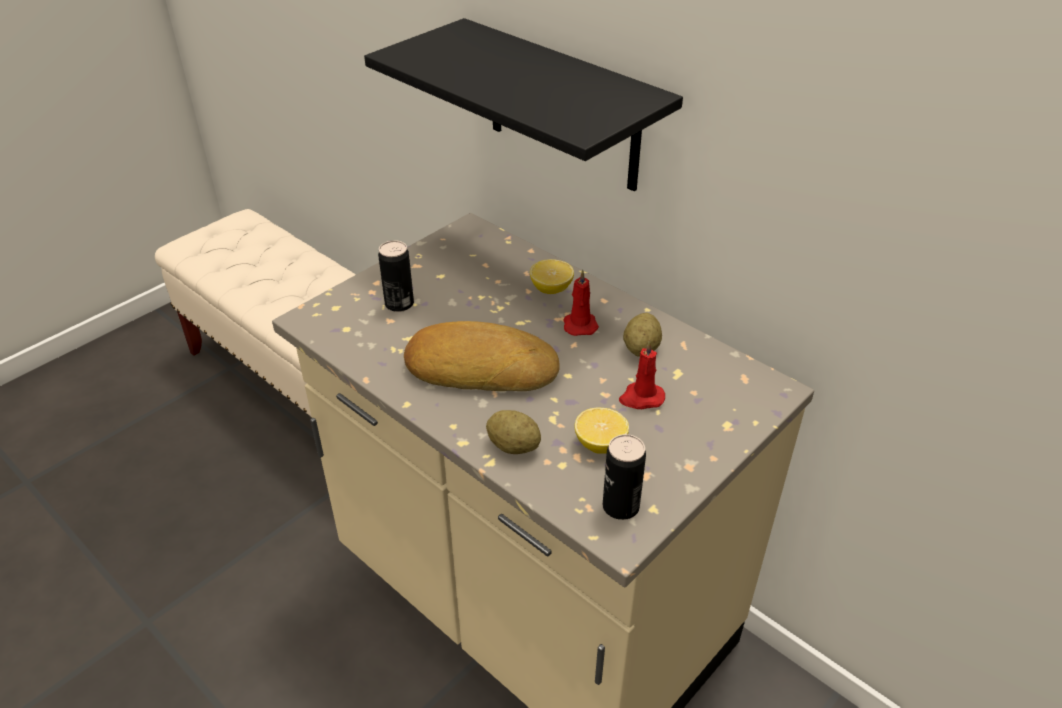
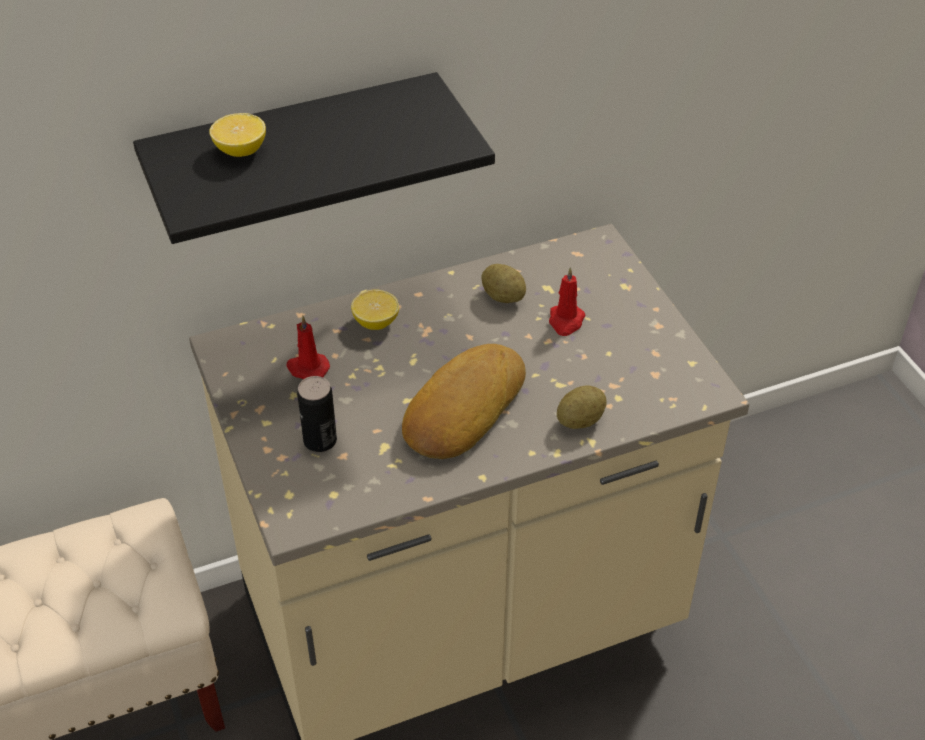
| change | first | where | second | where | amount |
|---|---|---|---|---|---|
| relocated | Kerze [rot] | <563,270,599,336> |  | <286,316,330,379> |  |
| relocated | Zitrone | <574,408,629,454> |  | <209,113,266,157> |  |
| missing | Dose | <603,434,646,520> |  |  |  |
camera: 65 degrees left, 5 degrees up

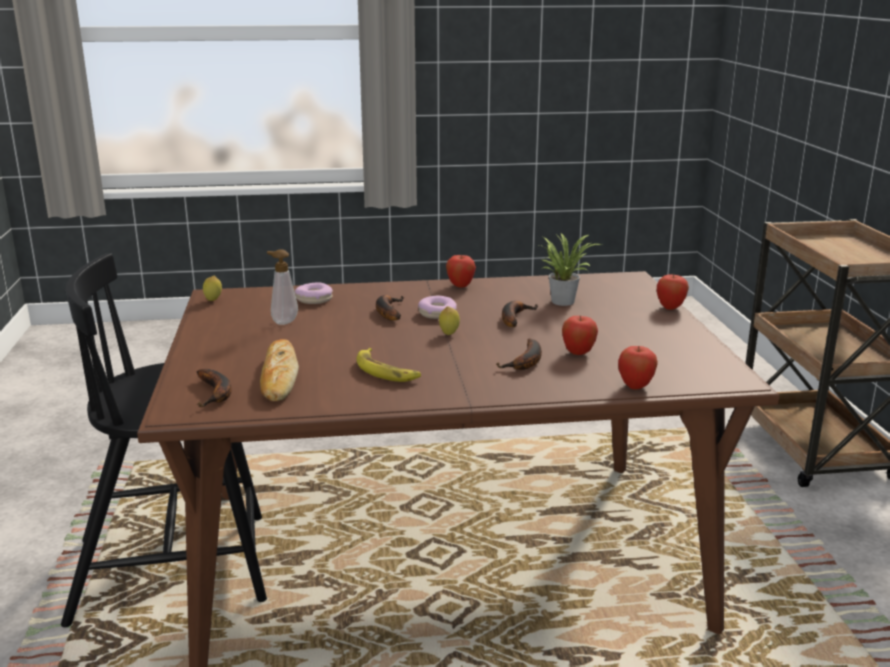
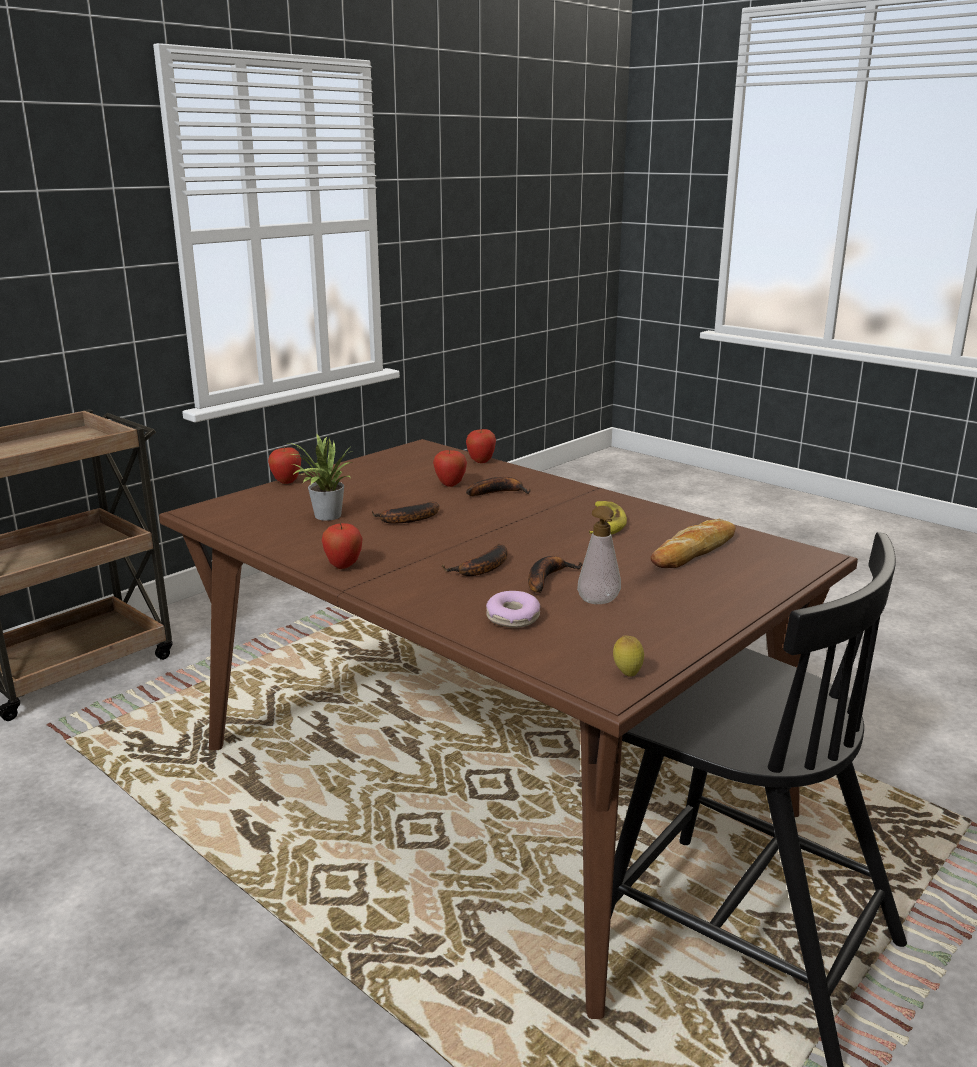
| change | first | where | second | where | amount |
|---|---|---|---|---|---|
| relocated | Banane | <196,369,232,407> |  | <528,556,583,593> |  |
| missing | Donut | <418,296,457,319> |  |  |  |
| missing | Zitrone | <439,306,460,335> |  |  |  |
camera: 130 degrees left, 0 degrees up

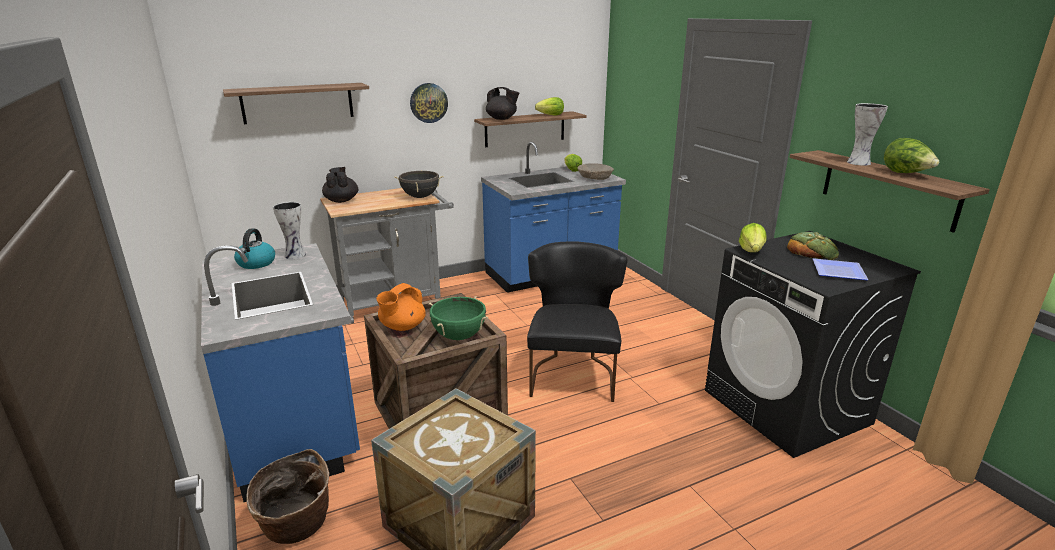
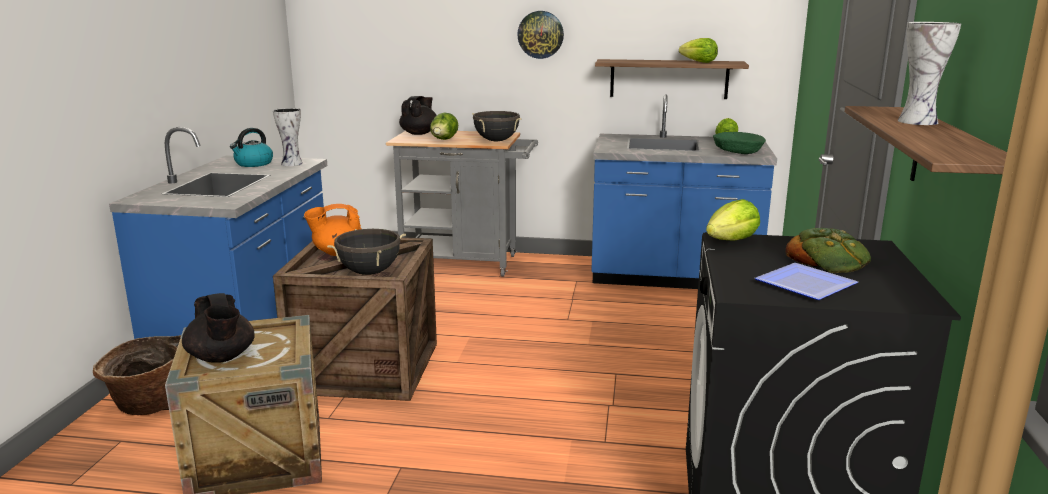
| change | first | where | second | where | amount |
|---|---|---|---|---|---|
| missing | Wandregal | <223,83,369,124> |  |  |  |
| colour | Kochtopf [grün] | <429,297,489,340> | Kochtopf [schwarz] | <327,229,406,275> |  |
| relocated | Teekanne [schwarz] | <486,87,519,120> |  | <182,293,255,363> |  |
| missing | Stuhl [schwarz] | <527,241,628,402> |  |  |  |
| colour | Schüssel [beige] | <578,163,614,180> | Schüssel [grün] | <713,132,766,154> |  |
| relocated | Salatkopf | <884,138,939,173> |  | <430,112,458,140> |  |
camera: 35 degrees right, 5 degrees down

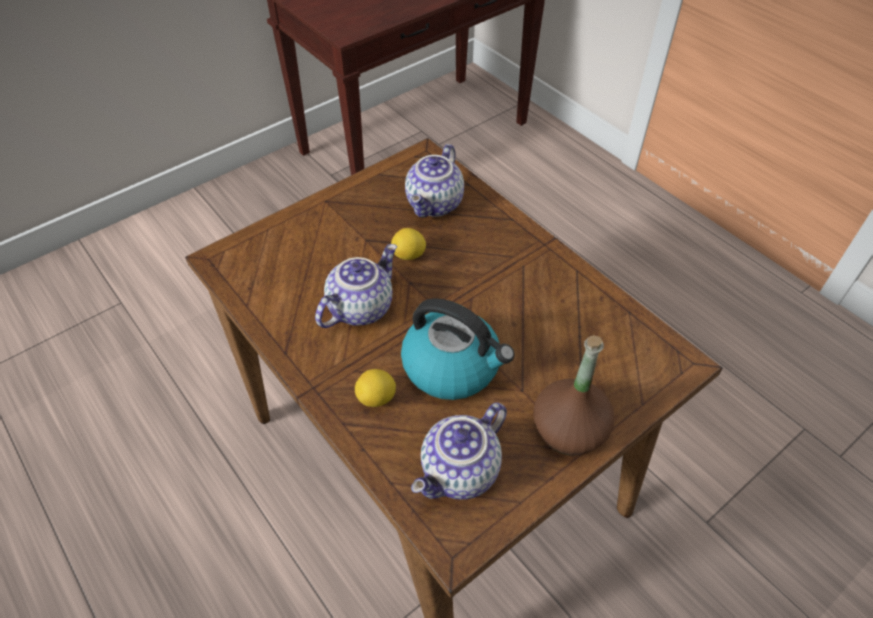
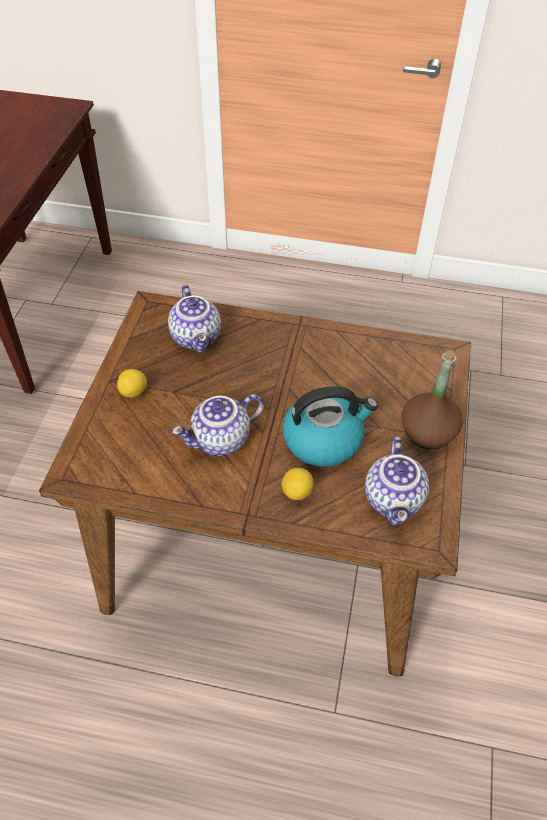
| change | first | where | second | where | amount |
|---|---|---|---|---|---|
| spun | Teekanne | <315,244,397,328> |  | <172,394,264,456> | 120 degrees counterclockwise |
| relocated | Zitrone | <391,228,426,260> |  | <117,369,147,398> |  |
camera: 40 degrees left, 0 degrees up

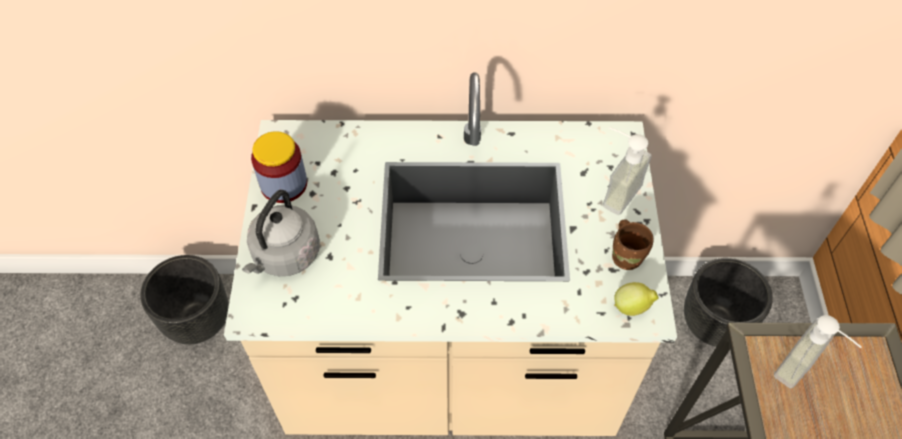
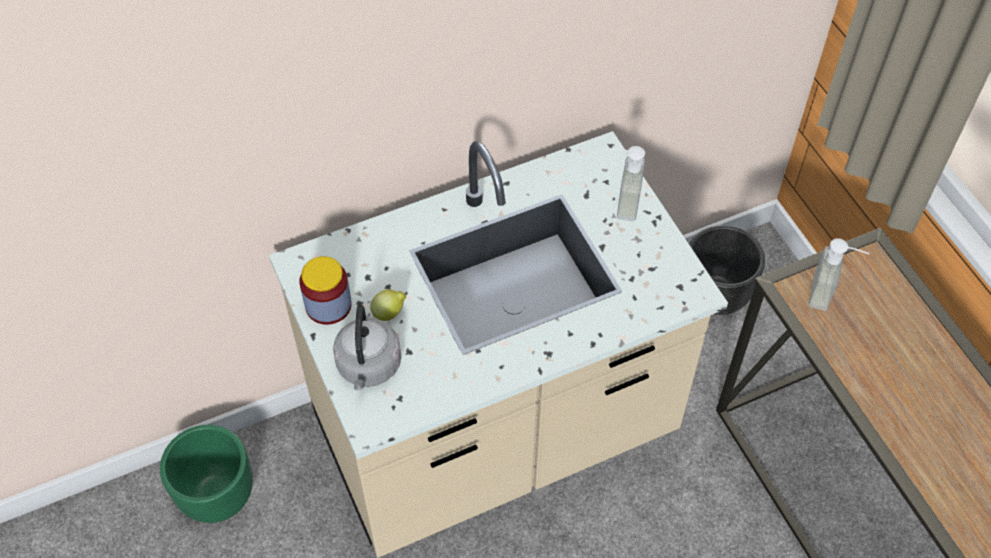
| change | first | where | second | where | amount |
|---|---|---|---|---|---|
| colour | Pflanzkübel [schwarz] | <140,255,228,345> | Pflanzkübel [grün] | <160,425,253,523> |  |
| missing | Henkelbecher [braun] | <612,219,653,270> |  |  |  |
| relocated | Zitrone | <614,282,659,316> |  | <370,289,406,321> |  |
camera: 25 degrees left, 0 degrees up

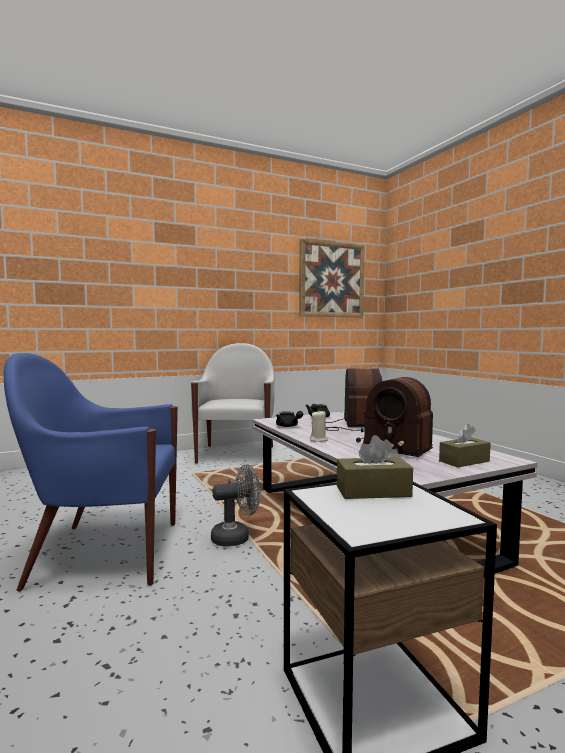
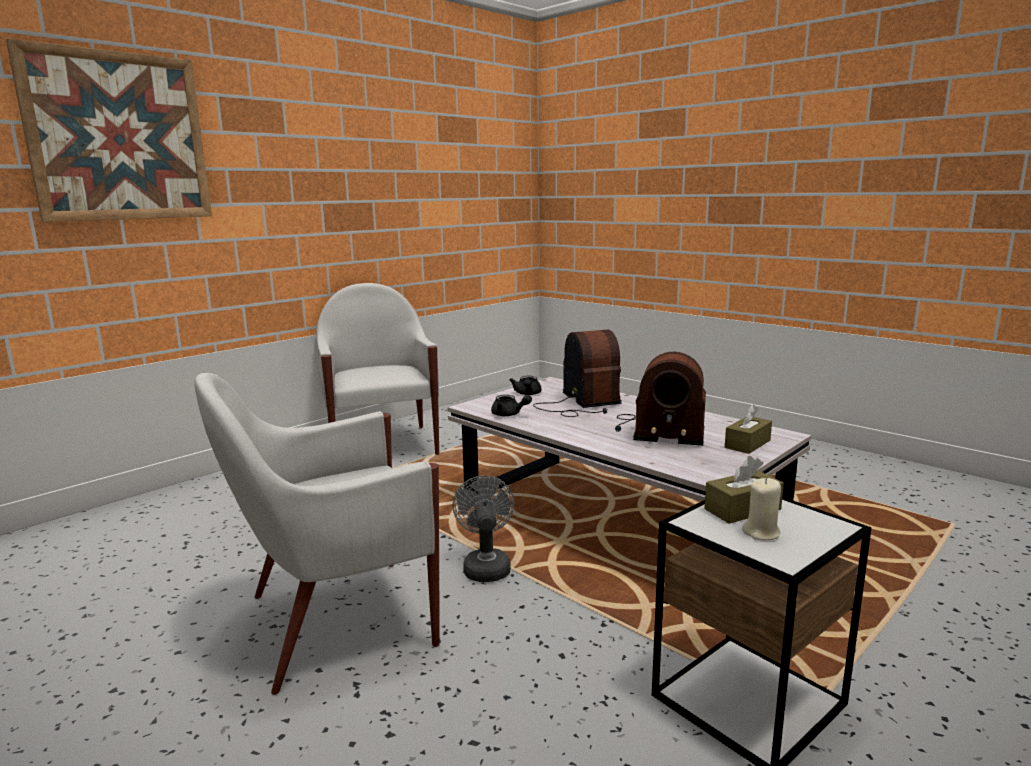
| change | first | where | second | where | amount |
|---|---|---|---|---|---|
| colour | Sessel [blau] | <4,353,178,592> | Sessel [weiß] | <194,373,440,695> |  |
| spun | Ventilator [grau] | <211,464,261,547> |  | <452,475,514,582> | 60 degrees counterclockwise |
| relocated | Bild | <299,239,364,317> |  | <6,38,212,222> |  |
| relocated | Kerze [beige] | <310,411,328,442> |  | <742,478,781,540> |  |
camera: 20 degrees left, 10 degrees up

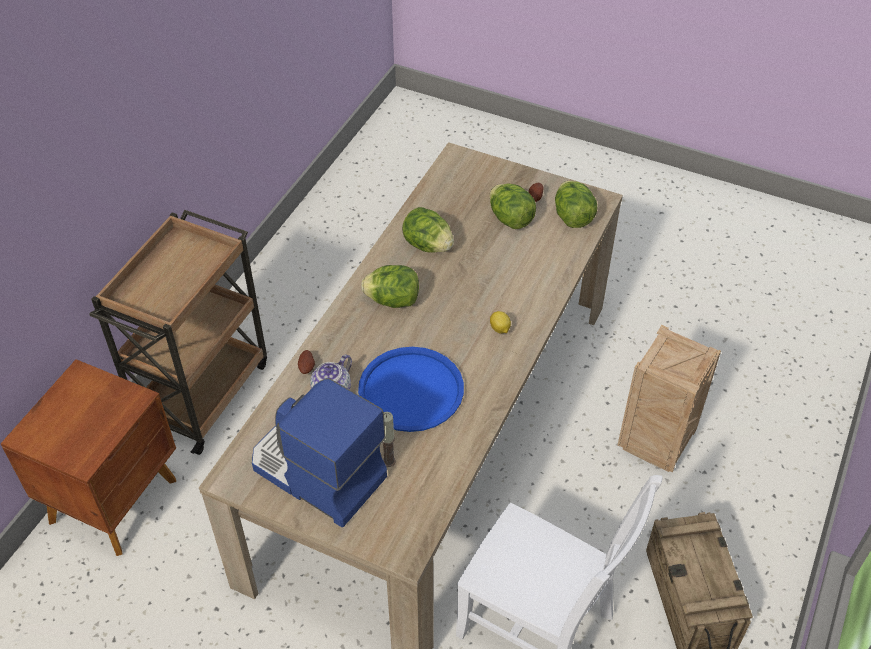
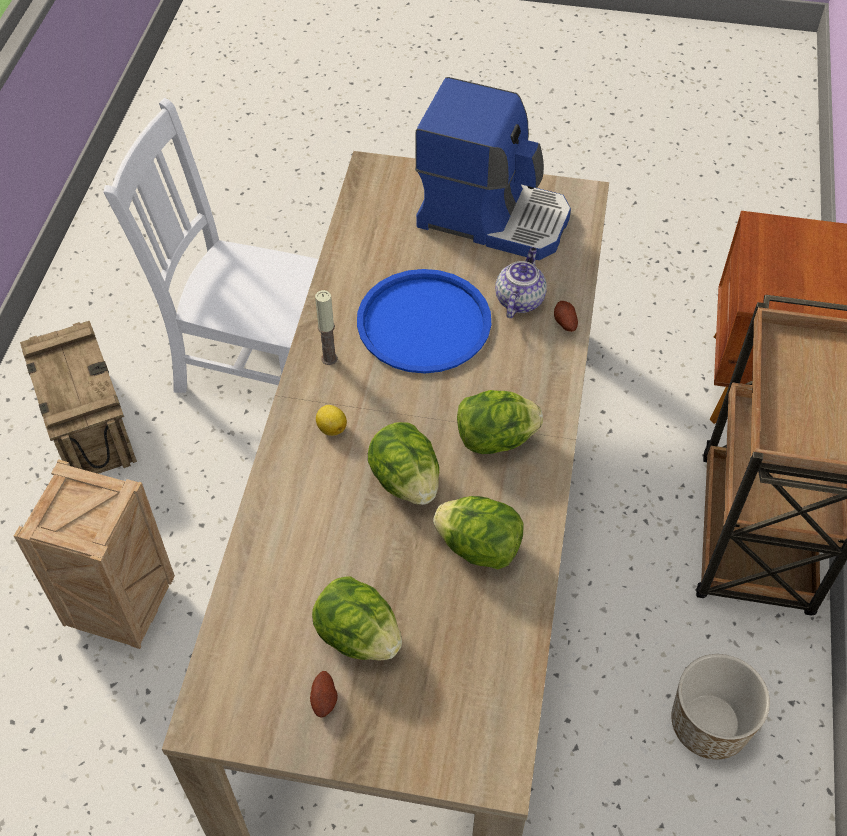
| change | first | where | second | where | amount |
|---|---|---|---|---|---|
| relocated | Kerze | <382,412,396,467> |  | <315,290,338,365> |  |
| relocated | Salatkopf | <555,181,597,228> |  | <368,422,439,505> |  |
| appeared |  |  | Pflanzkübel | <671,654,770,759> |  |
camera: 165 degrees right, 5 degrees up

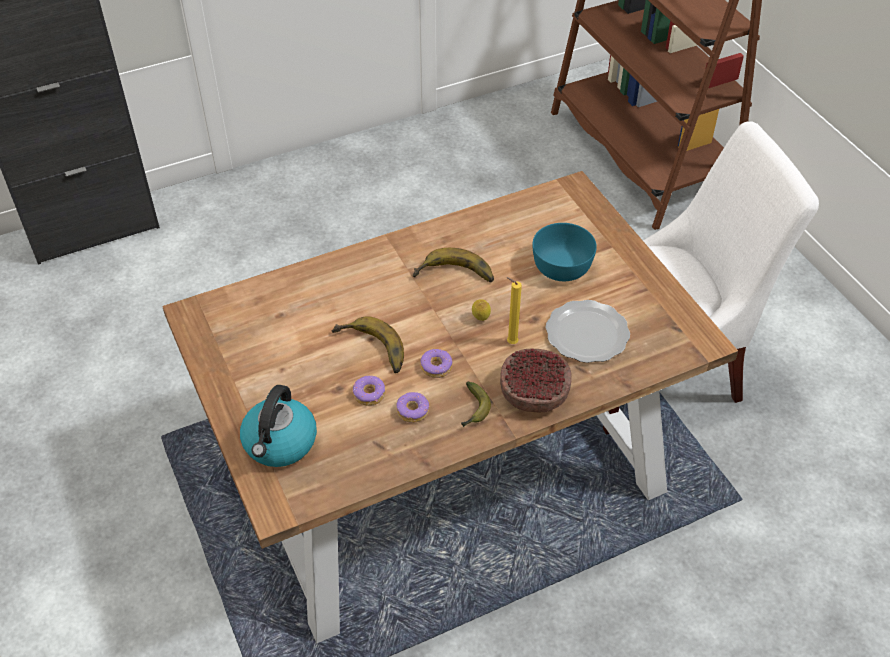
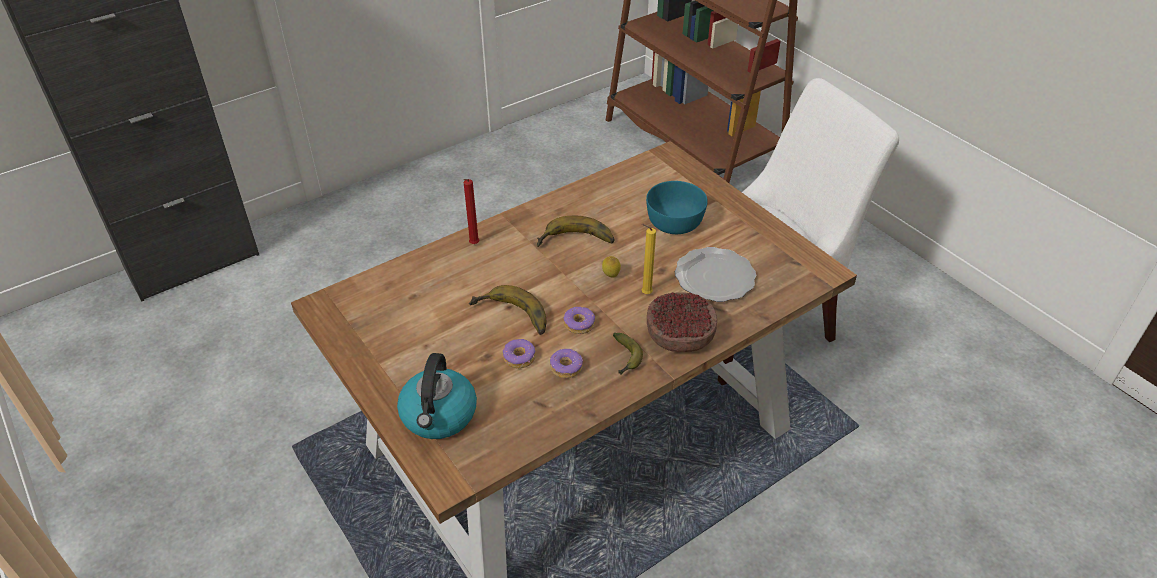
| change | first | where | second | where | amount |
|---|---|---|---|---|---|
| appeared |  |  | Kerze [rot] | <464,179,479,244> |  |
camera: 10 degrees left, 5 degrees down

